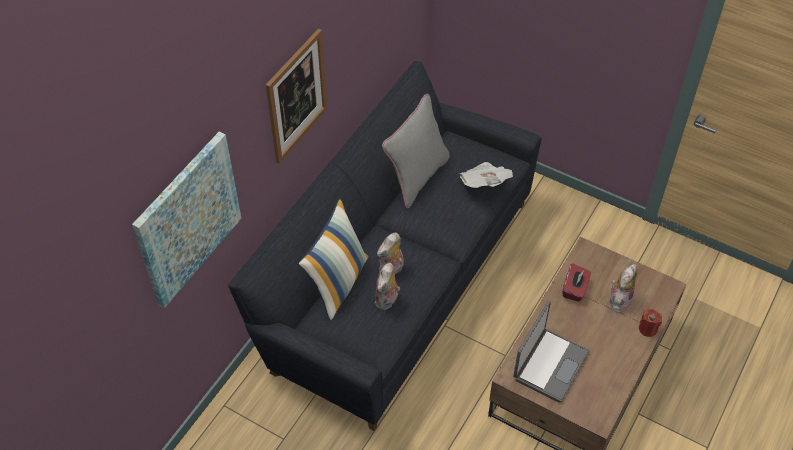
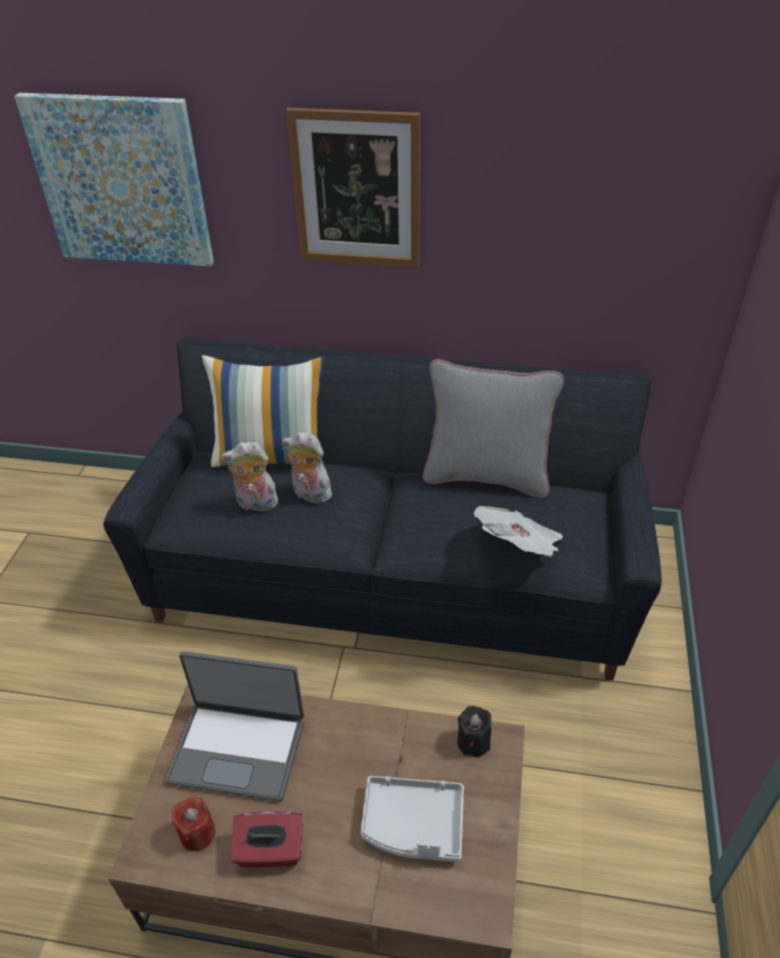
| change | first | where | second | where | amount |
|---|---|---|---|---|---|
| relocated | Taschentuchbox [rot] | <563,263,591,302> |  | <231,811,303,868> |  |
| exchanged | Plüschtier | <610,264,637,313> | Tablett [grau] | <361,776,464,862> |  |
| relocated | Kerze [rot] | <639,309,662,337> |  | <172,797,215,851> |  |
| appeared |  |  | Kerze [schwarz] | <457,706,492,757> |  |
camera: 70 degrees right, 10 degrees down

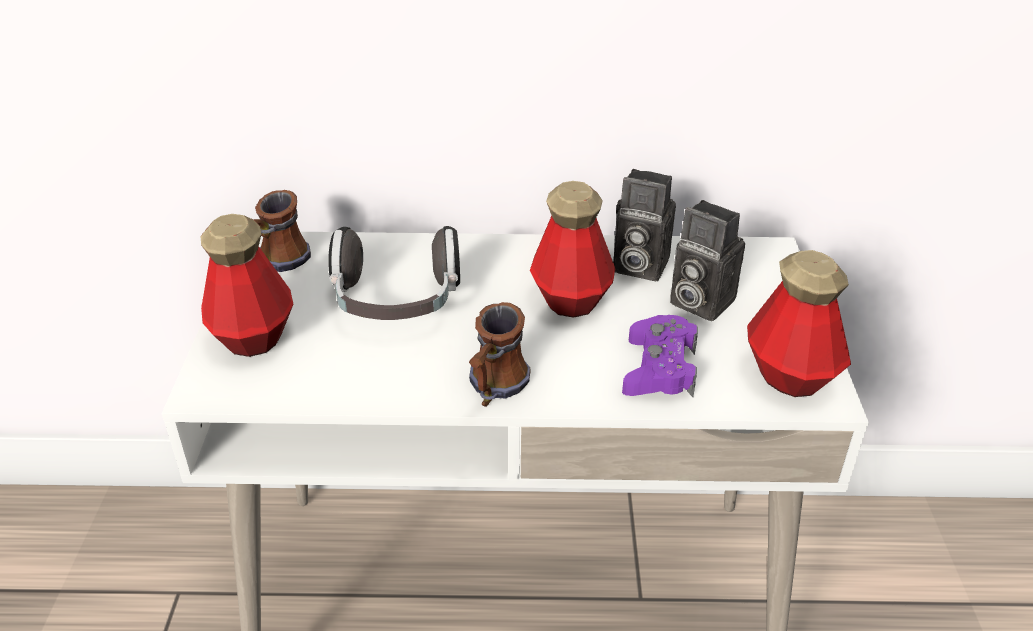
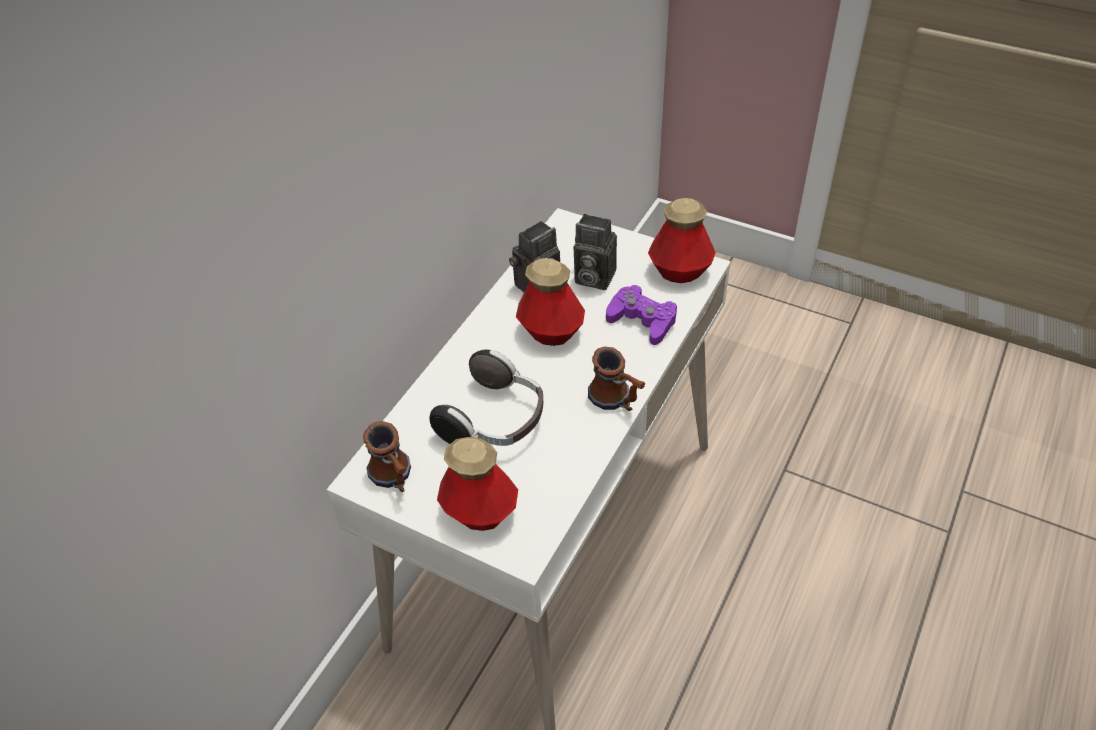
| change | first | where | second | where | amount |
|---|---|---|---|---|---|
| spun | Kamera | <670,200,745,321> |  | <574,214,617,290> | 45 degrees clockwise |
camera: 60 degrees left, 10 degrees up

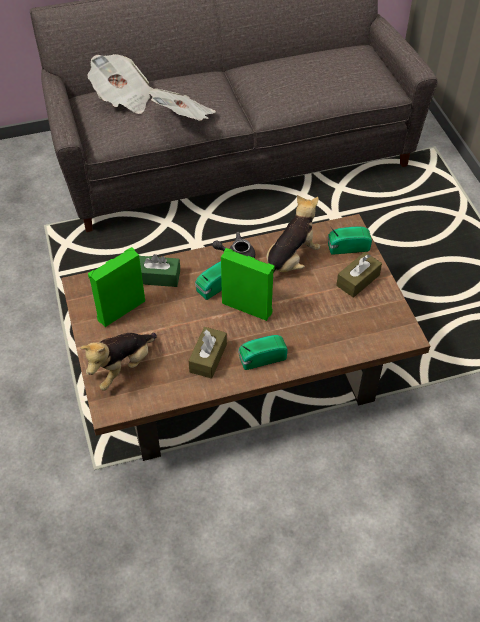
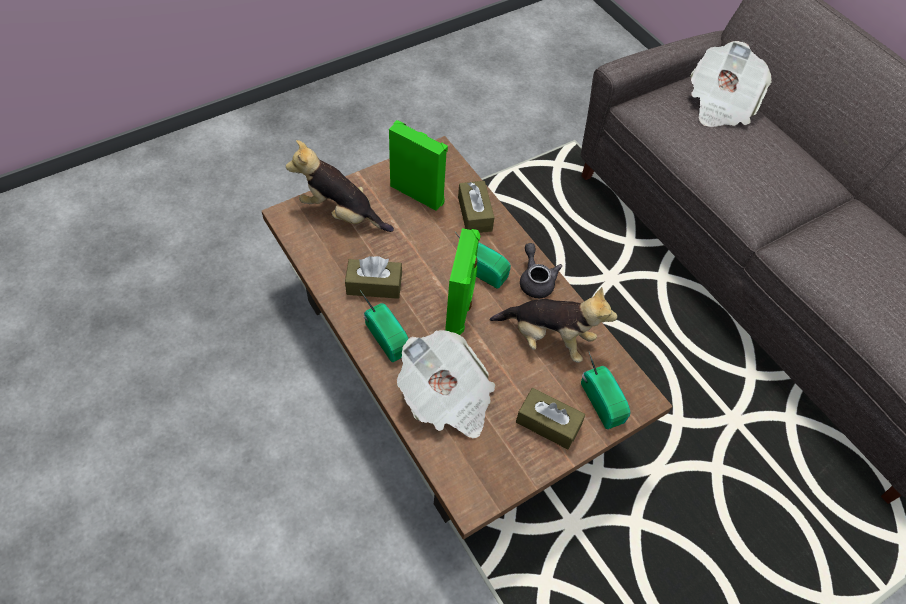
| change | first | where | second | where | amount |
|---|---|---|---|---|---|
| colour | Taschentuchbox [grün] | <139,254,180,287> | Taschentuchbox [braun] | <458,181,495,233> |  |
| relocated | Zeitung | <149,88,216,121> |  | <397,330,495,438> |  |
camera: 70 degrees right, 5 degrees up

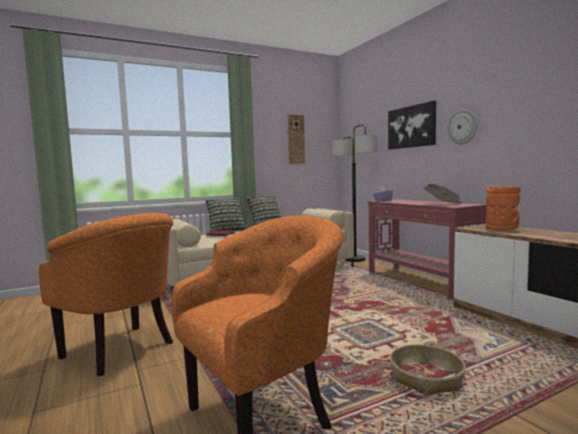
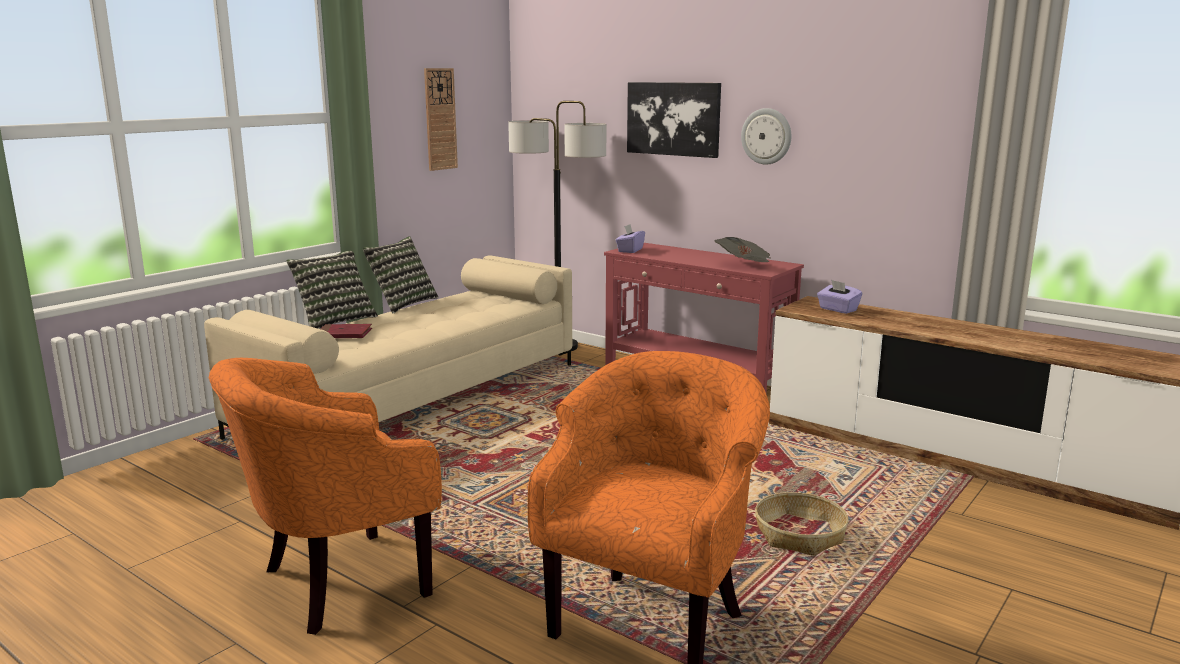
| change | first | where | second | where | amount |
|---|---|---|---|---|---|
| spun | Sessel [orange] | <39,213,173,376> |  | <209,358,442,635> | 135 degrees clockwise |
| exchanged | Vase [orange] | <485,186,520,231> | Taschentuchbox [lila] | <817,280,863,314> |  |
camera: 25 degrees left, 10 degrees up

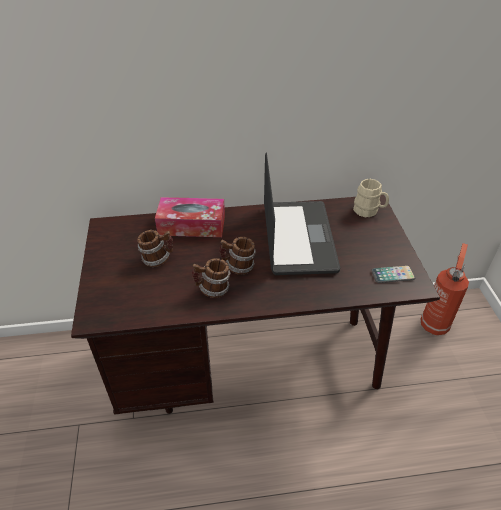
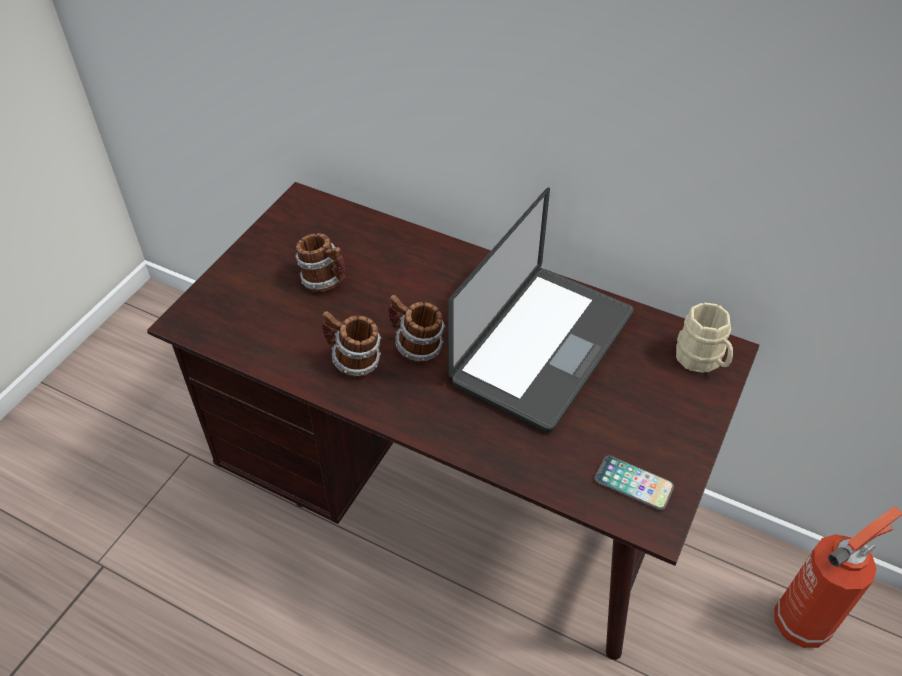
| change | first | where | second | where | amount |
|---|---|---|---|---|---|
| missing | Taschentuchbox | <155,197,225,237> |  |  |  |
camera: 35 degrees right, 5 degrees up

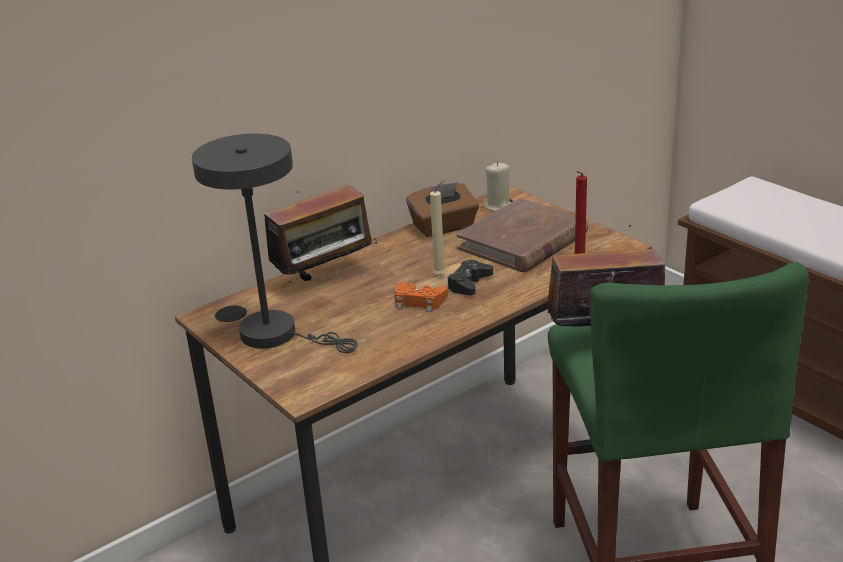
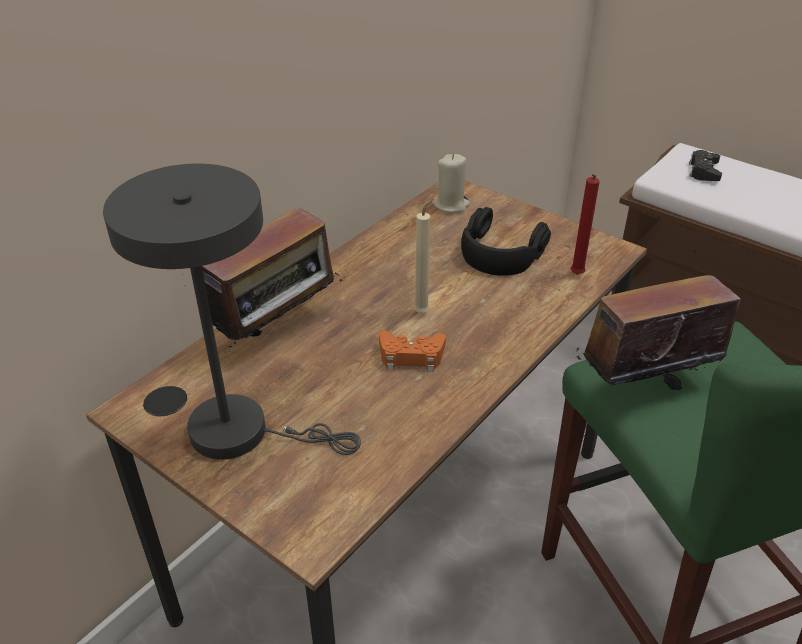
| change | first | where | second | where | amount |
|---|---|---|---|---|---|
| missing | Taschentuchbox [braun] | <406,182,479,237> |  |  |  |
| relocated | Gamepad [schwarz] | <447,260,493,295> |  | <689,150,722,181> |  |
| exchanged | Buch [braun] | <457,198,588,272> | Kopfhörer [schwarz] | <461,207,551,276> |  |
camera: 15 degrees left, 10 degrees up

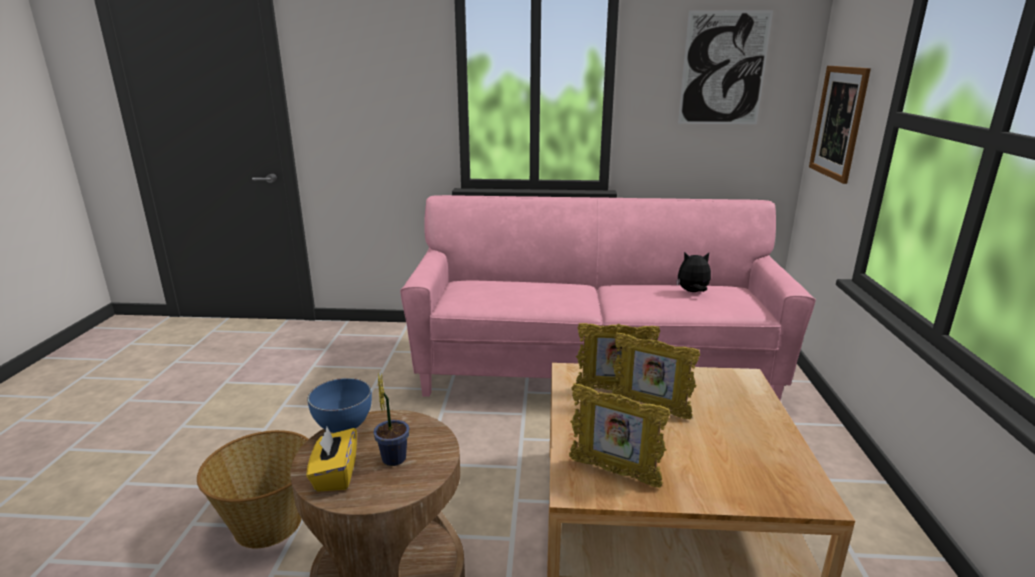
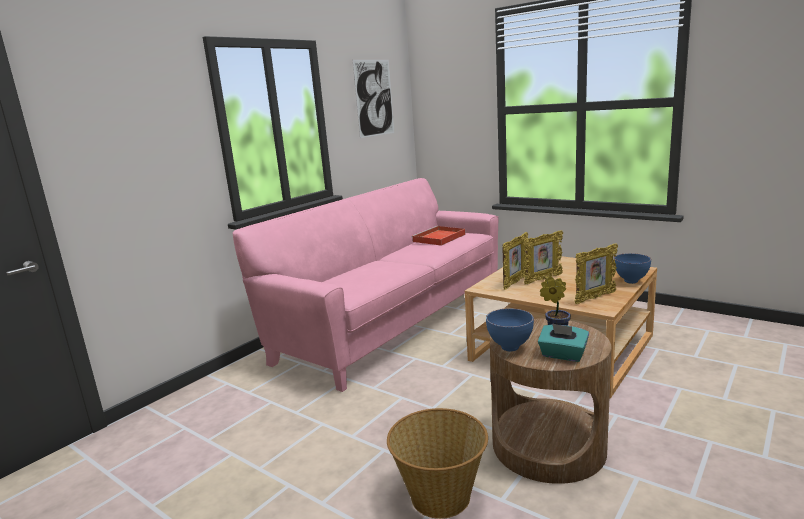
| change | first | where | second | where | amount |
|---|---|---|---|---|---|
| colour | Taschentuchbox [gelb] | <306,427,357,492> | Taschentuchbox [türkis] | <538,323,589,362> |  |
| exchanged | Plüschtier | <676,252,711,292> | Tablett [rot] | <411,226,466,246> |  |
| missing | Bild | <809,66,871,184> |  |  |  |
| appeared |  |  | Schüssel [blau] | <614,253,651,284> |  |
camera: 55 degrees left, 5 degrees down

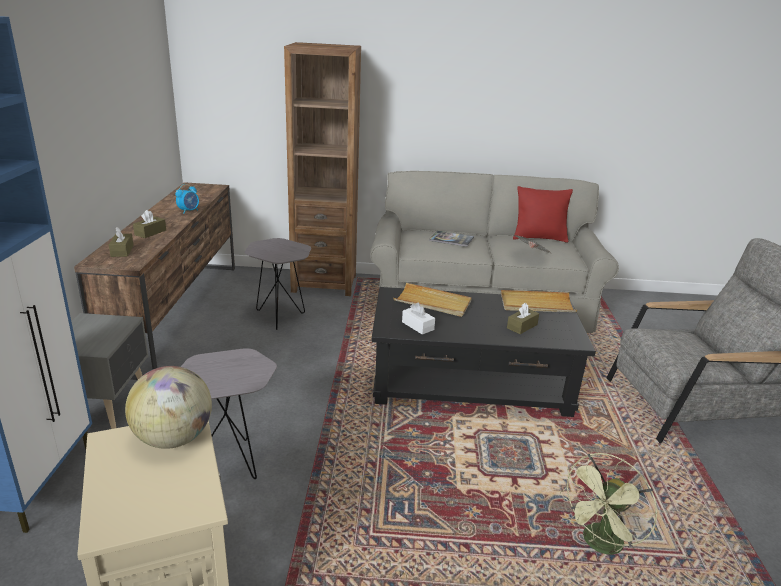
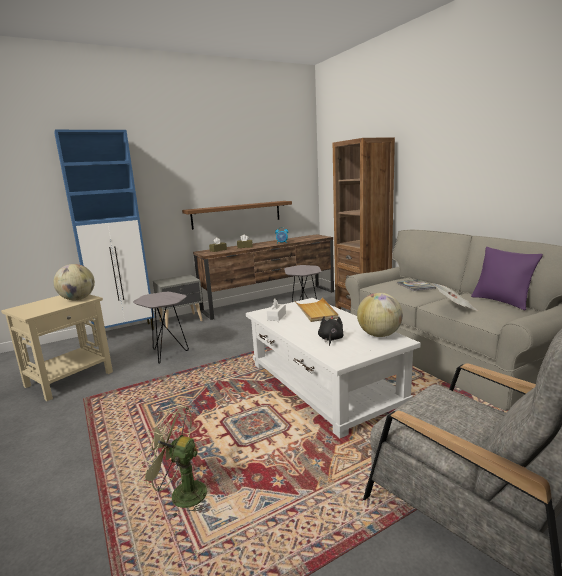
| change | first | where | second | where | amount |
|---|---|---|---|---|---|
| colour | Couchtisch [schwarz] | <372,287,596,417> | Couchtisch [weiß] | <246,298,421,438> |  |
| exchanged | Tablett [beige] | <501,290,577,312> | Globus | <357,293,403,337> |  |
| exchanged | Taschentuchbox [braun] | <507,303,539,334> | Plüschtier [schwarz] | <318,316,344,346> |  |
| colour | Kissen [rot] | <513,186,573,242> | Kissen [lila] | <471,247,543,310> |  |
| appeared |  |  | Wandregal [braun] | <182,201,292,230> |  |
camera: 60 degrees right, 10 degrees down

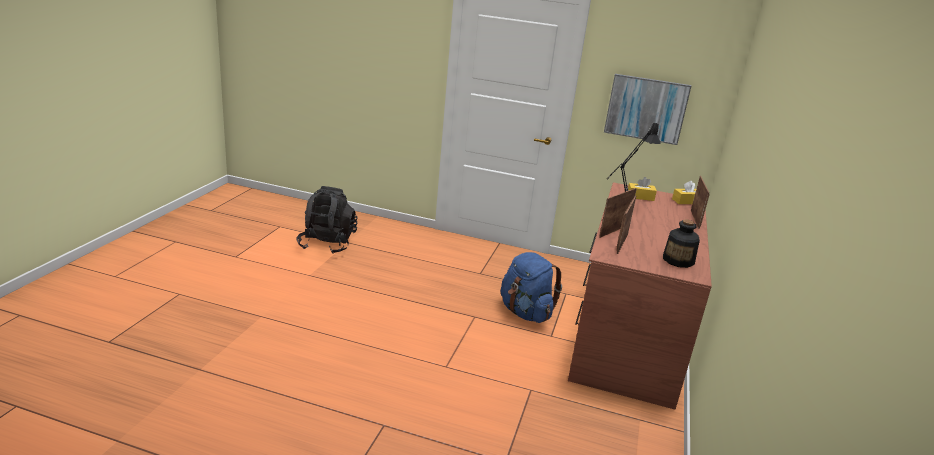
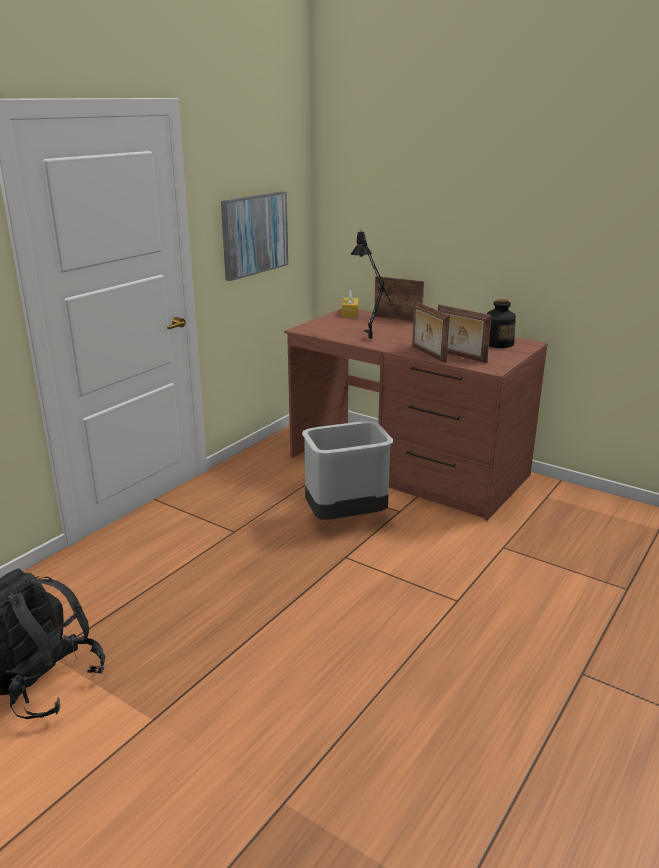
| change | first | where | second | where | amount |
|---|---|---|---|---|---|
| exchanged | Rucksack [blau] | <501,252,562,323> | Mülleimer [grau] | <302,421,393,520> |  |
| missing | Taschentuchbox [gelb] | <628,177,657,201> |  |  |  |
camera: 70 degrees left, 0 degrees up

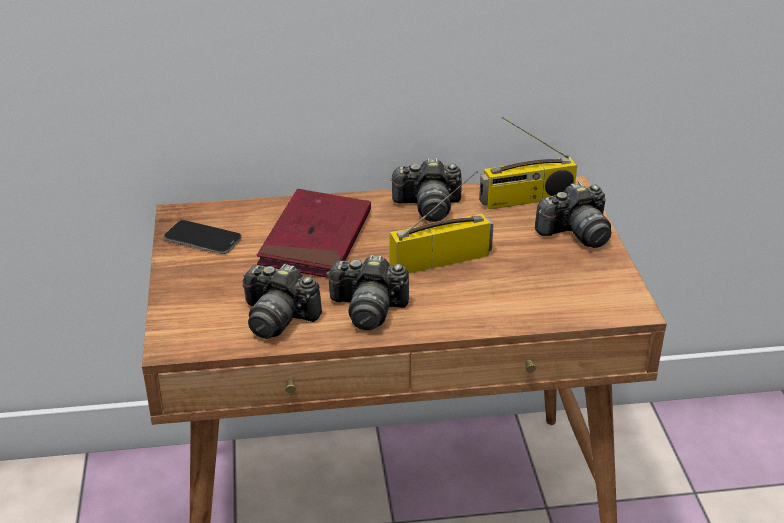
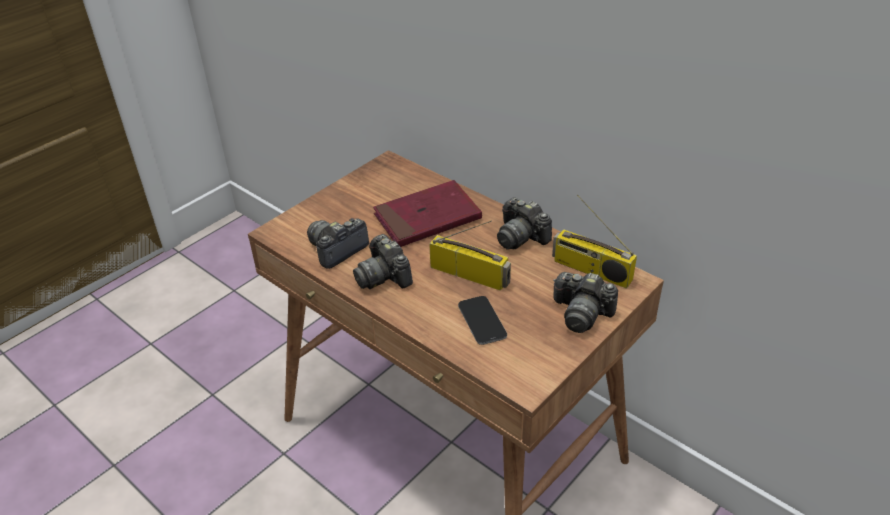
| change | first | where | second | where | amount |
|---|---|---|---|---|---|
| relocated | Handy | <164,220,242,254> |  | <458,296,507,345> |  |
| spun | Kamera | <243,264,322,339> |  | <307,218,369,269> | 60 degrees clockwise |
camera: 50 degrees right, 5 degrees up

